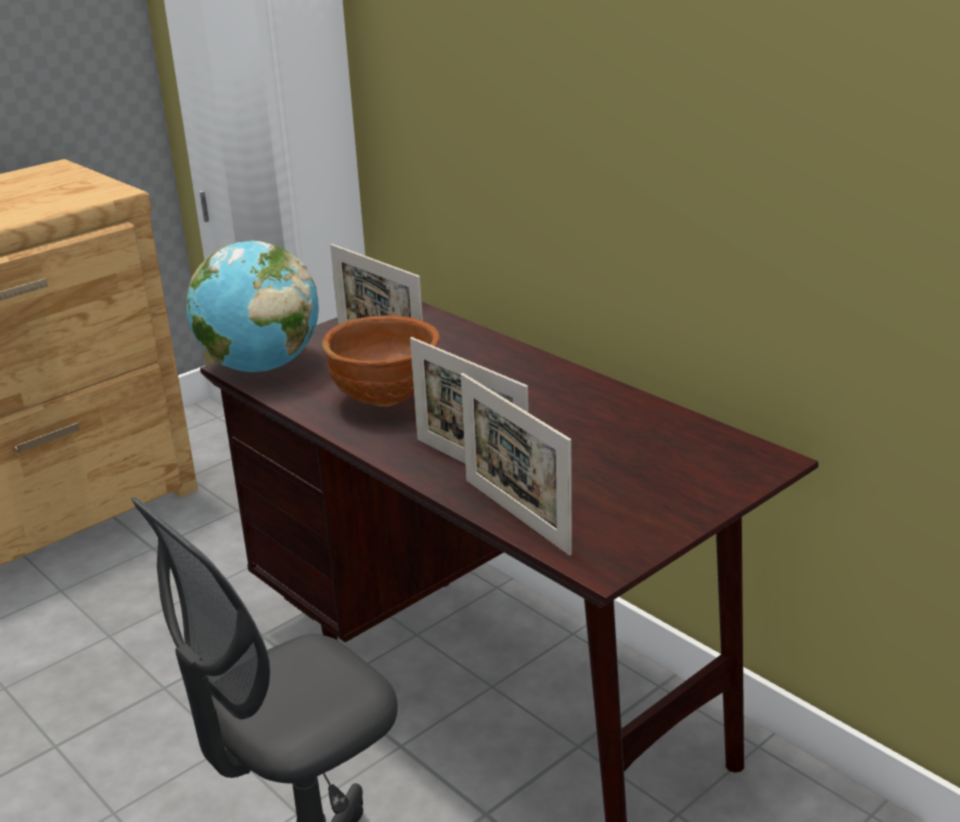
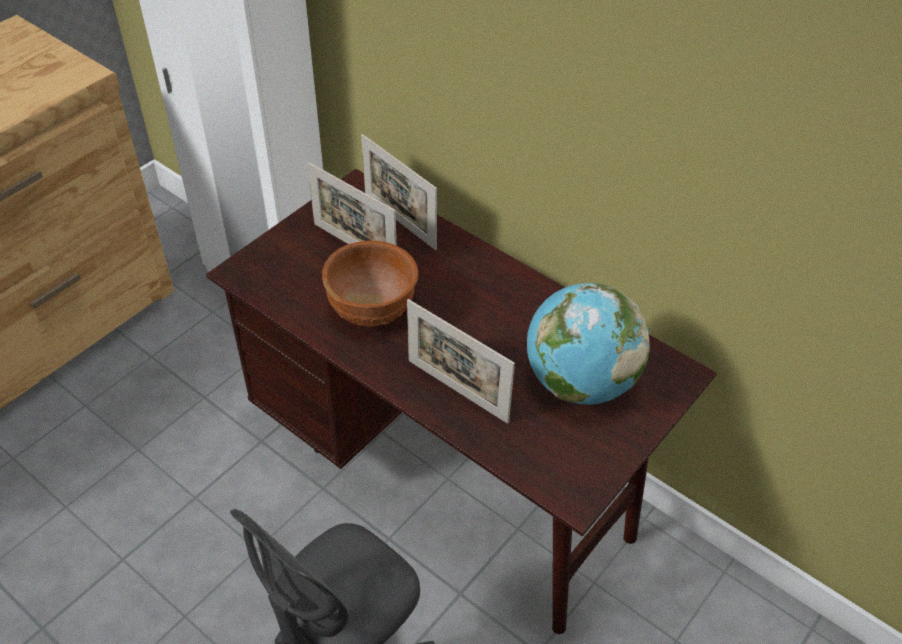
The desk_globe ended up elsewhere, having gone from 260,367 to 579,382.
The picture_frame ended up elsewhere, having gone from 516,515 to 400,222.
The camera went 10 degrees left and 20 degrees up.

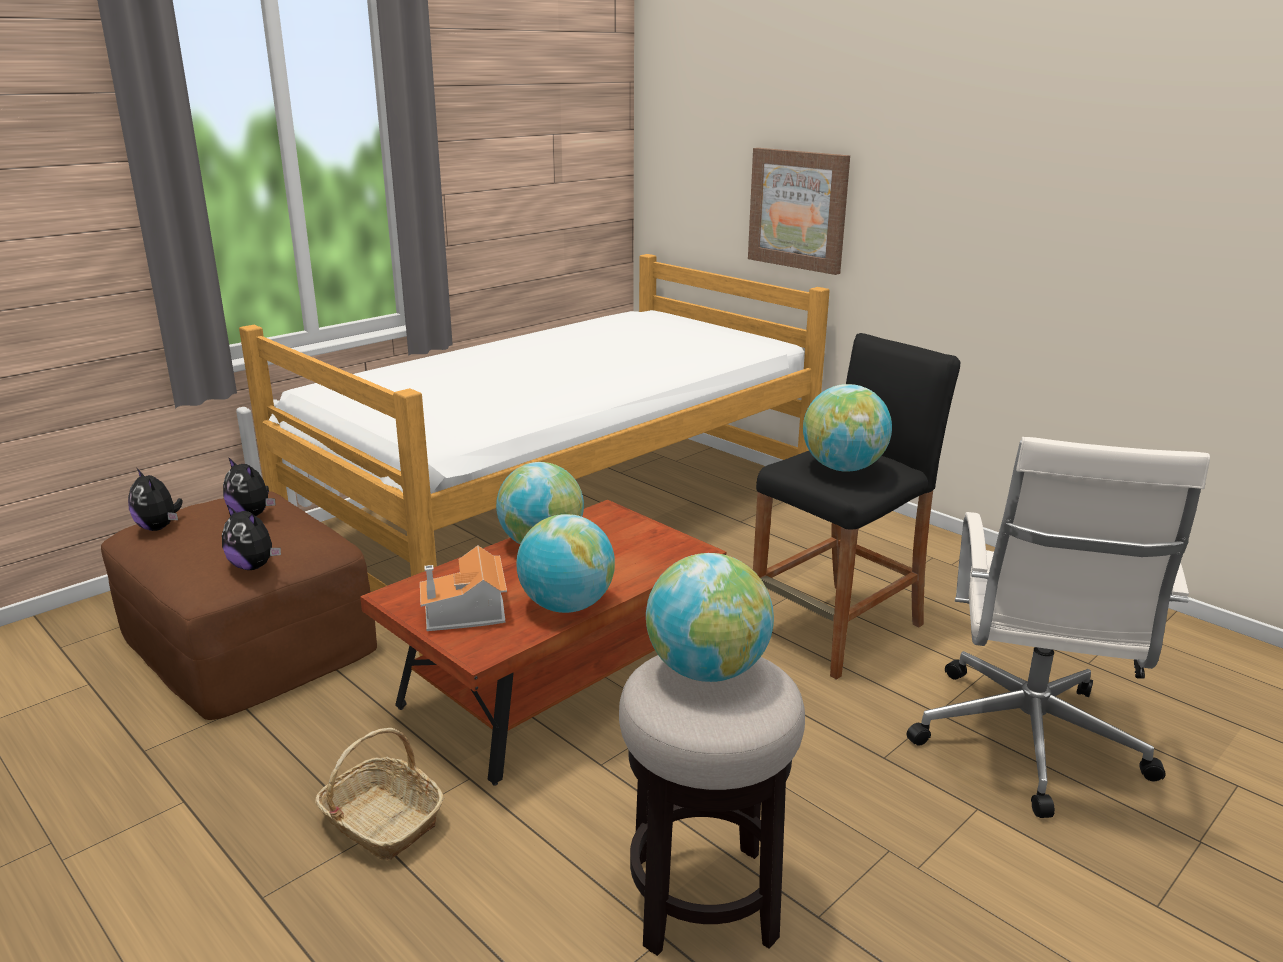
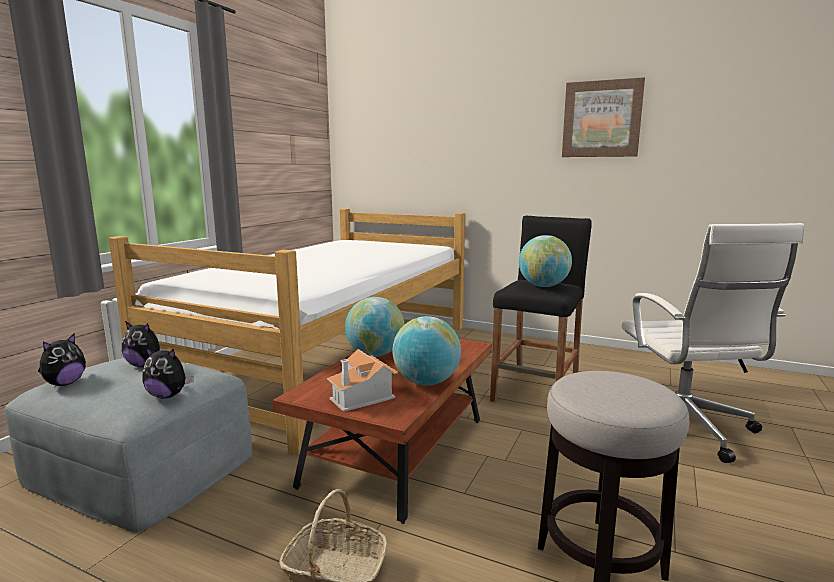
The picture ended up elsewhere, having gone from 798,209 to 601,119.
The soft_toy at 159,527 ended up facing another way, 90 degrees counterclockwise from before.
What was the brown-coloured_ottoman at 249,639 turned into the greyish_ottoman at 142,468.
The second view lost the desk_globe at 707,670.
The camera went 20 degrees left and 10 degrees down.

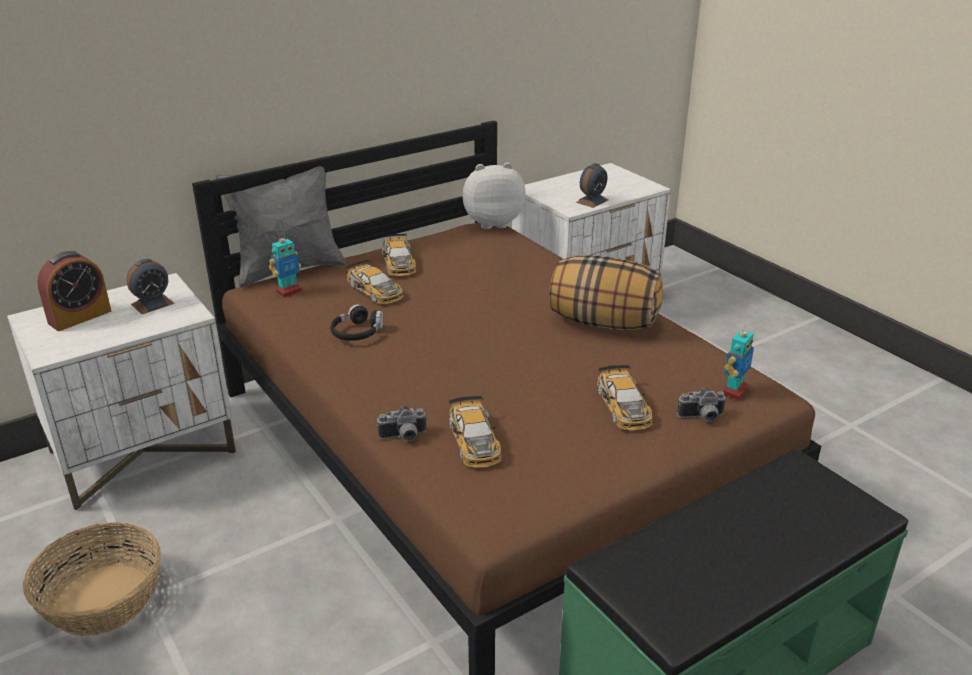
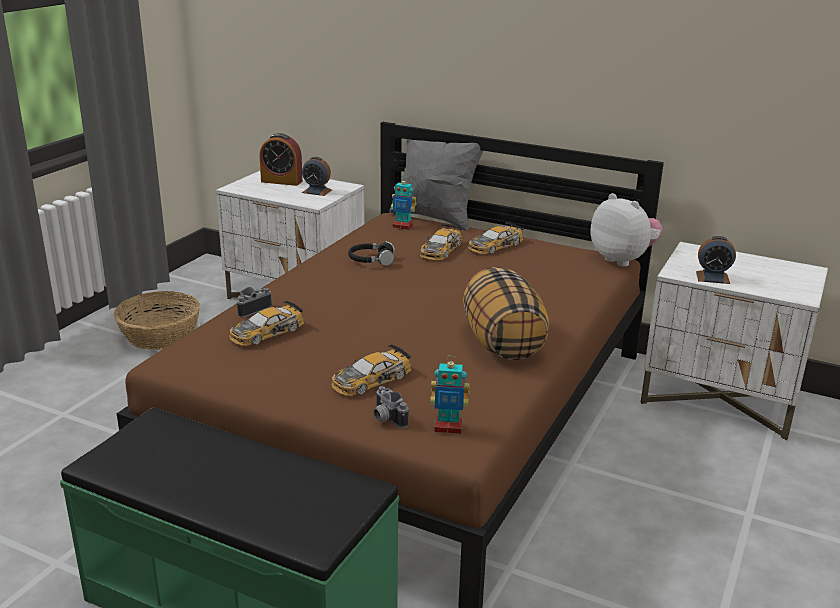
The photo_camera at 403,437 ended up facing another way, 90 degrees clockwise from before.
The camera went 60 degrees right and 5 degrees down.

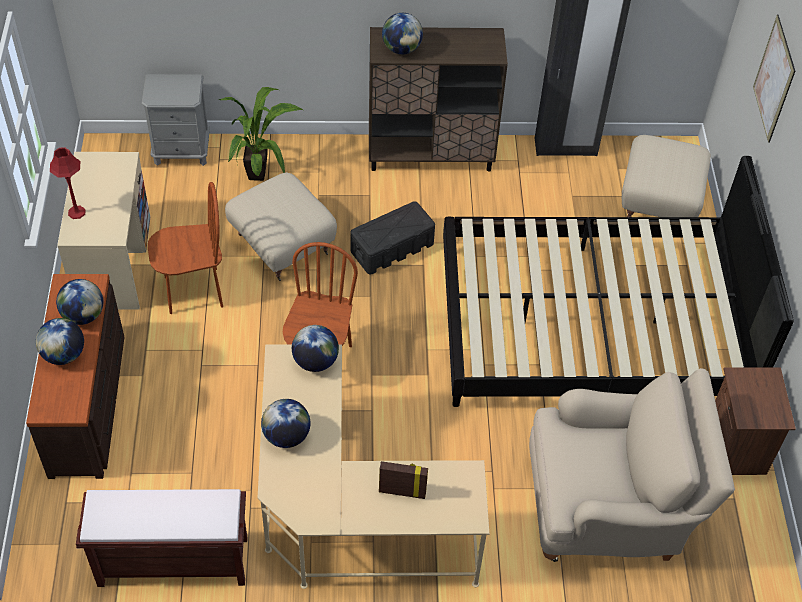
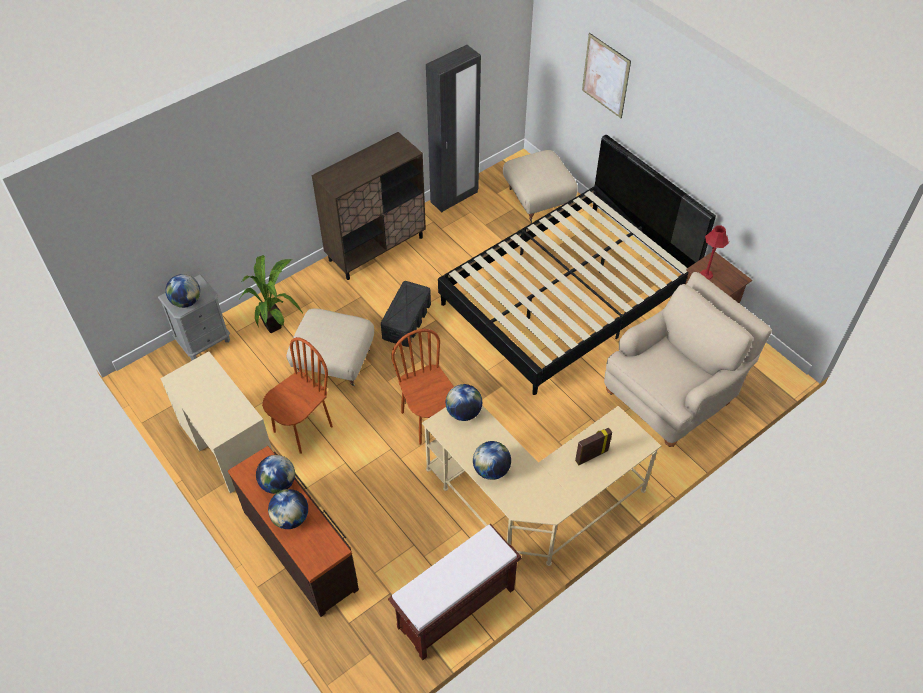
The desk_globe ended up elsewhere, having gone from 401,49 to 186,301.
The red-coloured_table_lamp ended up elsewhere, having gone from 76,212 to 706,274.
The camera went 35 degrees left and 0 degrees up.

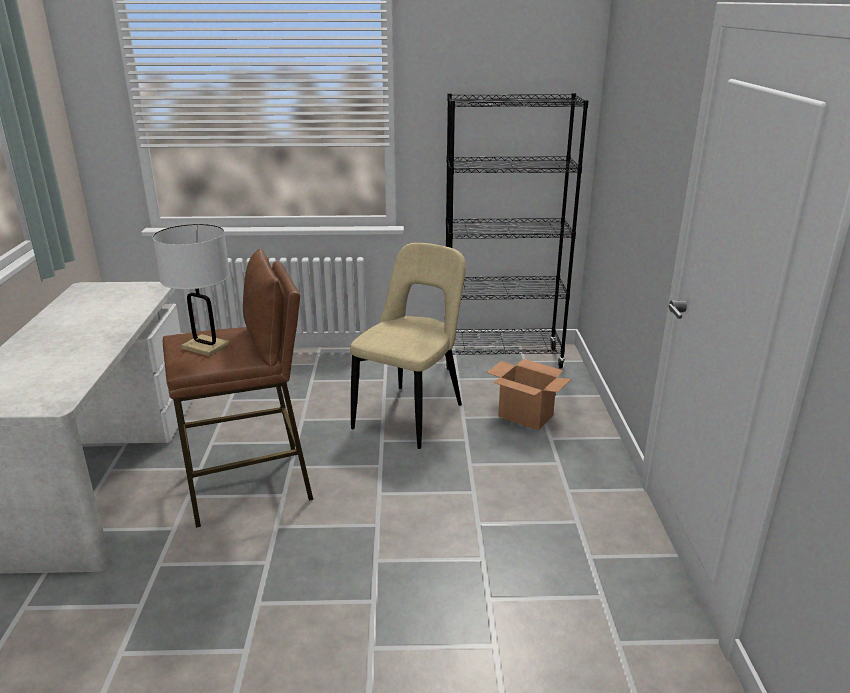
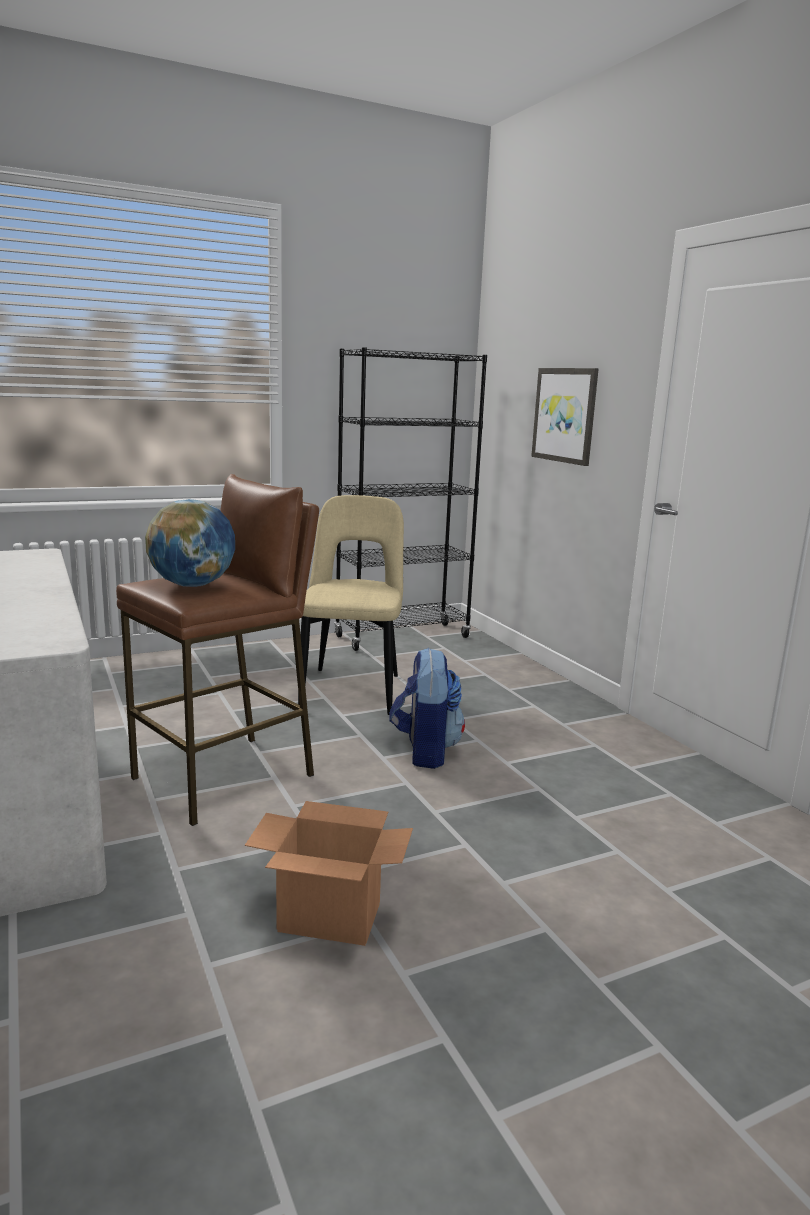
Where the whitish_table_lamp stood at 205,346, the desk_globe came to stand at 193,585.
The carton ended up elsewhere, having gone from 525,416 to 328,918.
The second view gained the picture at 565,415.
The second view gained the rucksack at 425,751.
The camera went 25 degrees left and 10 degrees down.

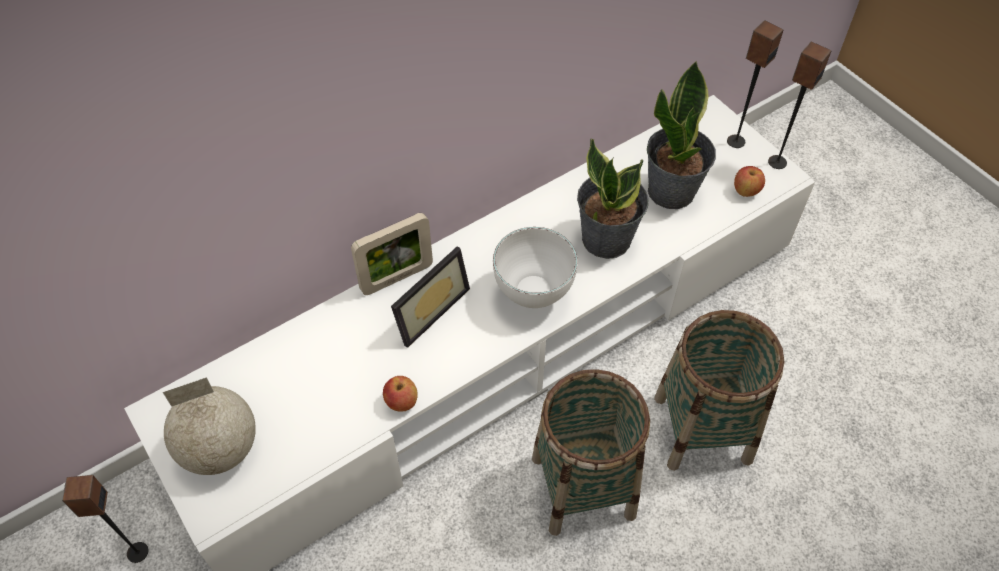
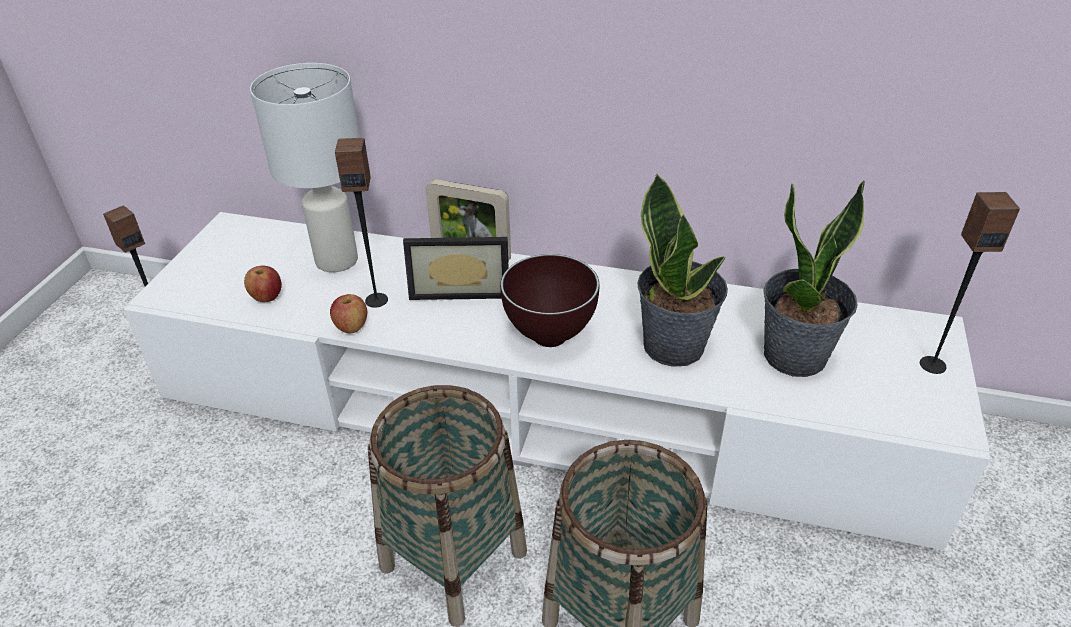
The audio_speaker ended up elsewhere, having gone from 777,162 to 376,300.
The whole_apple ended up elsewhere, having gone from 746,191 to 267,297.
What was the whitish_deep_dish at 532,296 turned into the brown-coloured_deep_dish at 547,337.
The second view lost the desk_globe at 222,449.
The second view gained the whitish_table_lamp at 336,259.
The camera went 50 degrees right and 15 degrees down.

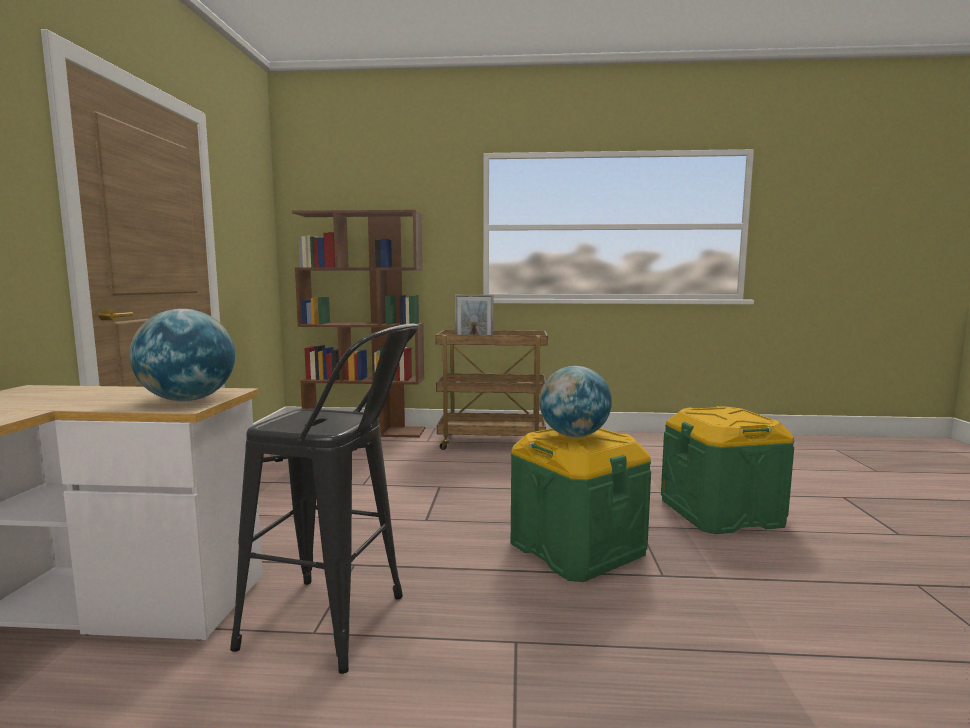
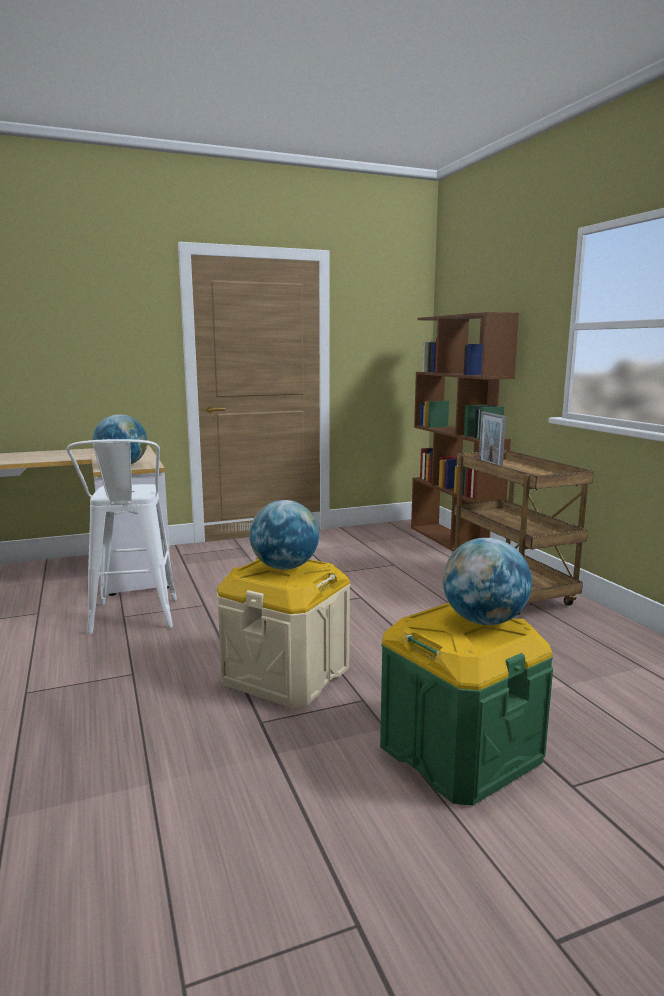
What was the black-coloured_sitting_stool at 339,625 turned into the whitish_sitting_stool at 132,620.
What was the greenish_storage_bin at 576,548 turned into the sand-coloured_storage_bin at 286,674.
The second view gained the desk_globe at 483,621.
The camera went 65 degrees right and 5 degrees up.

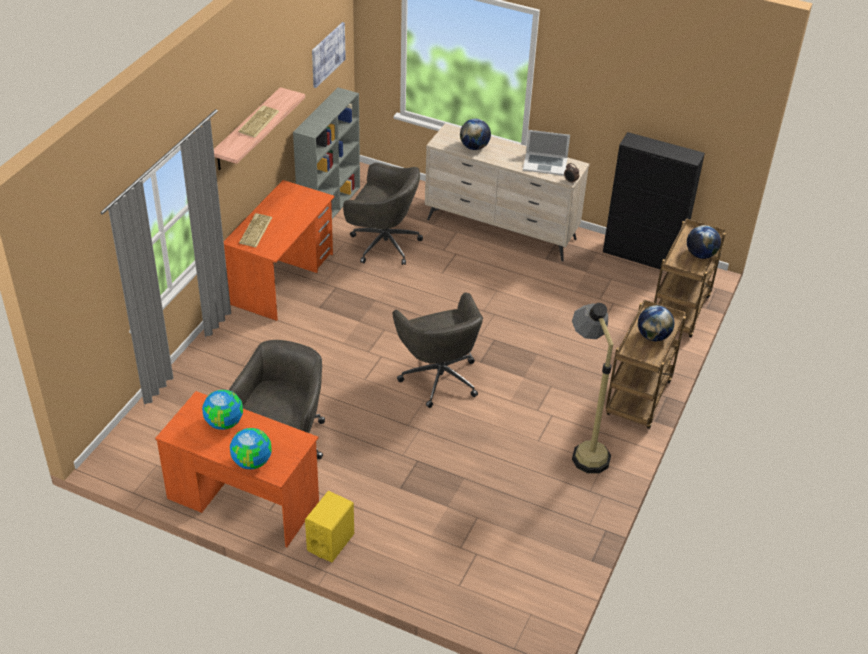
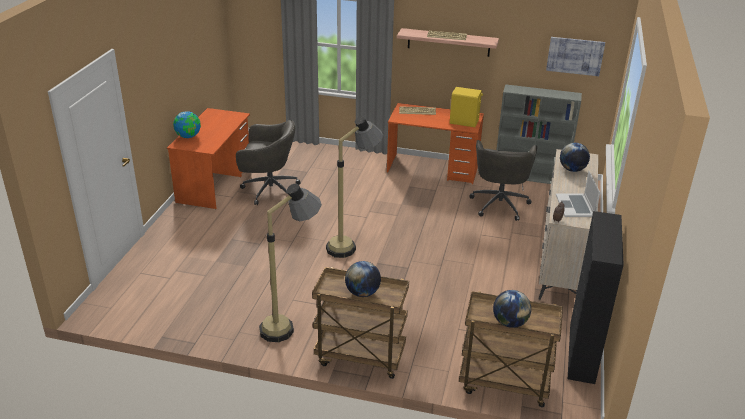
Where the greyish_desk_chair stood at 439,377, the floor_lamp came to stand at 352,245.
The second view lost the desk_globe at 224,422.
The yellowish_audio_speaker ended up elsewhere, having gone from 330,542 to 464,122.
The camera went 80 degrees right and 10 degrees down.

